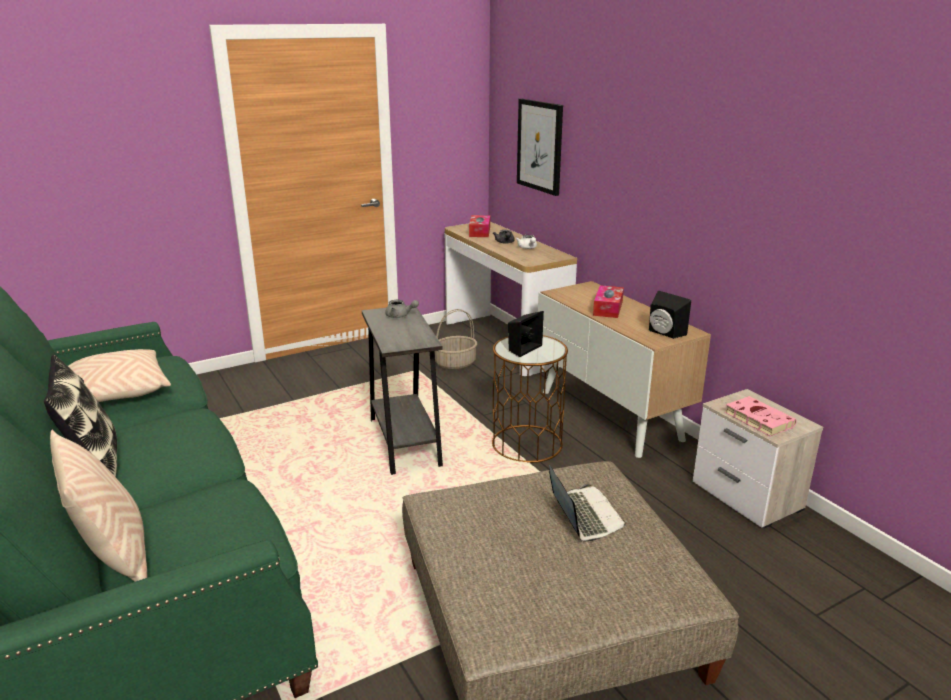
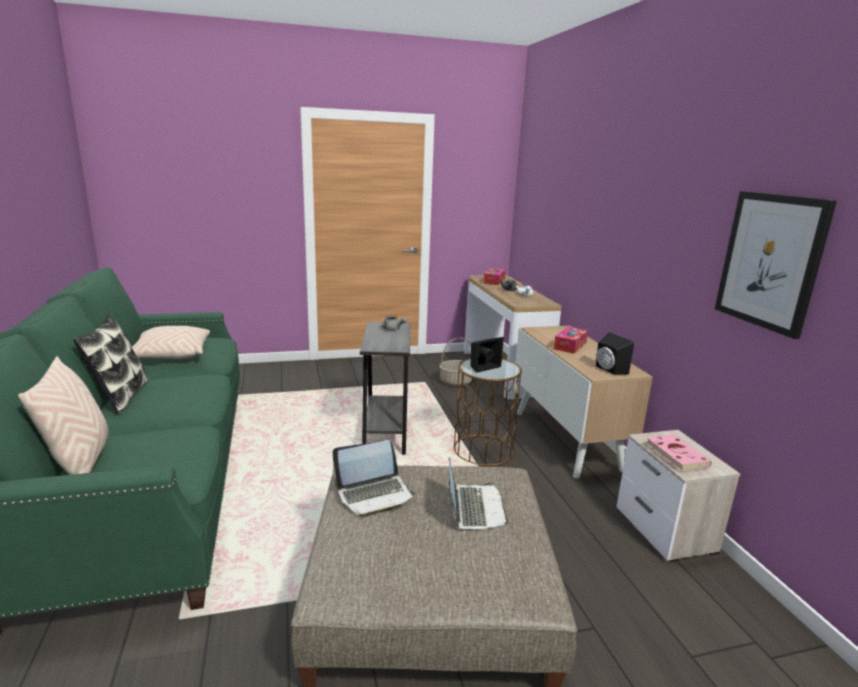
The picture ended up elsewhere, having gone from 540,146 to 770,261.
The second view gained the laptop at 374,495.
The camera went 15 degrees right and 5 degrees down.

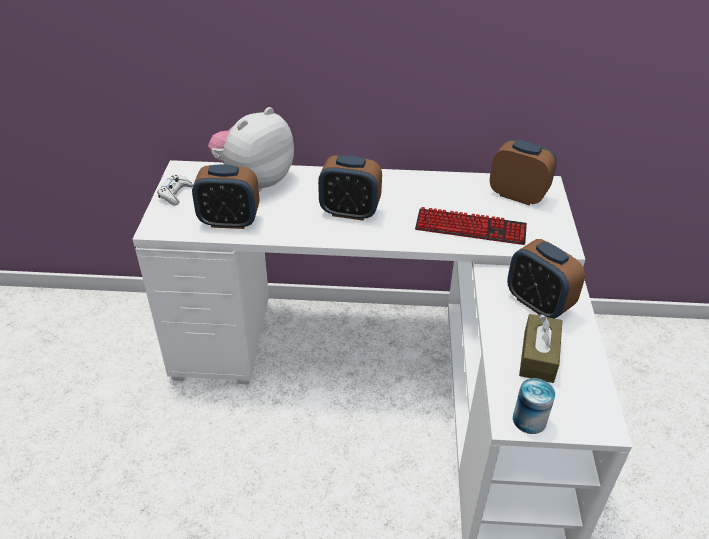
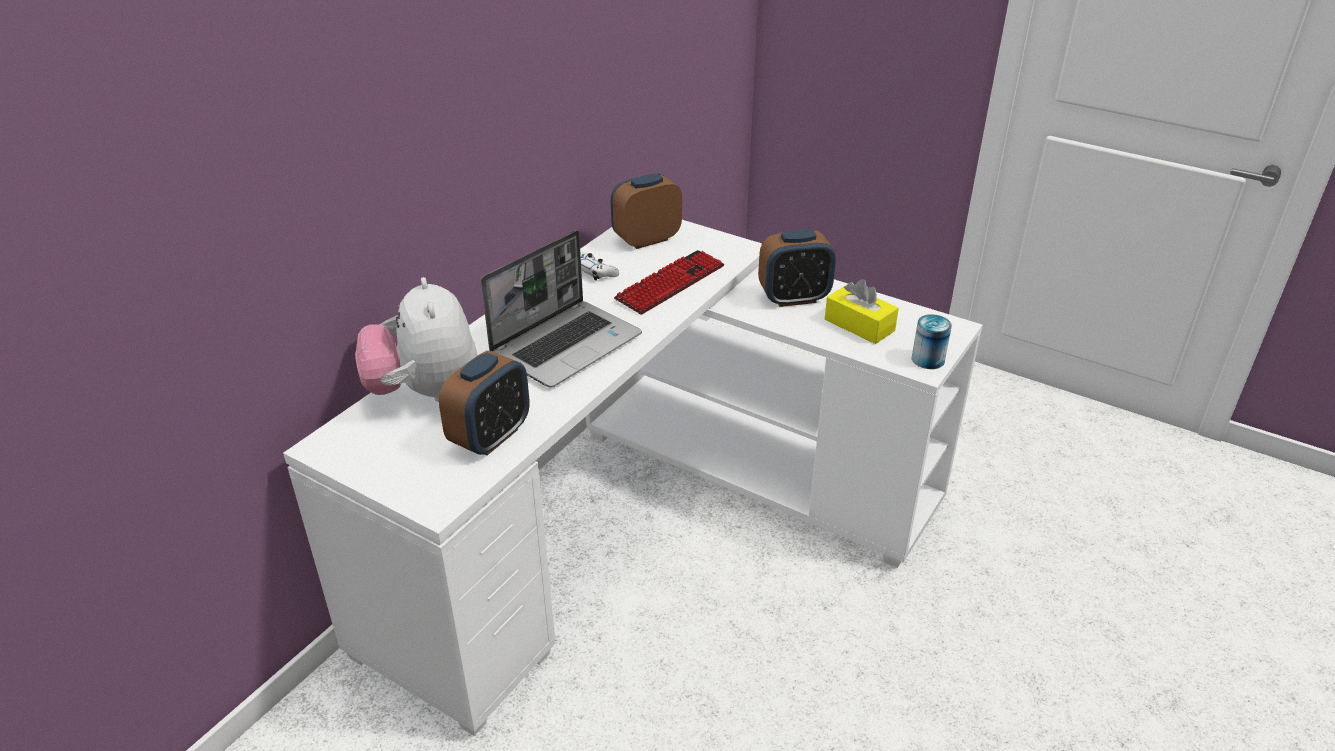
Where the bedside_clock stood at 350,212, the laptop came to stand at 567,344.
The whitish_gamepad ended up elsewhere, having gone from 175,194 to 595,272.
What was the brown-coloured_tissue_holder at 538,356 turned into the yellowish_tissue_holder at 859,325.
The camera went 60 degrees left and 5 degrees down.

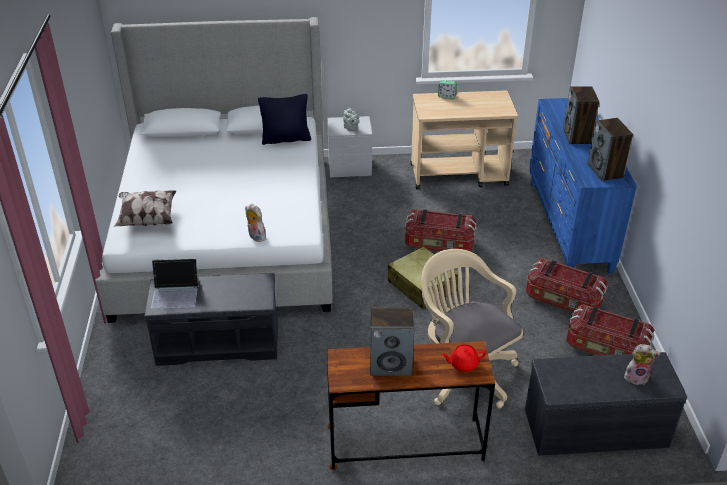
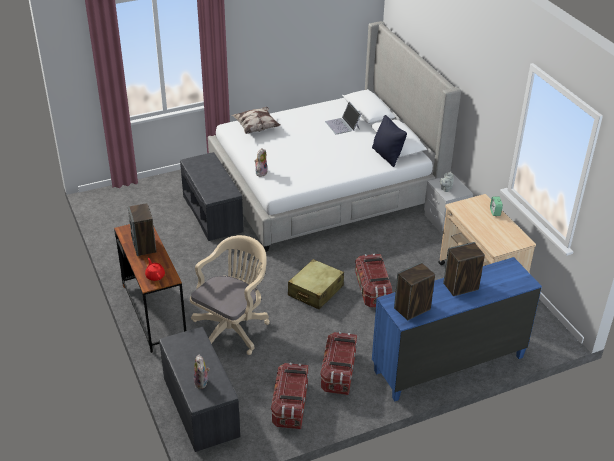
The laptop ended up elsewhere, having gone from 176,293 to 343,125.
The camera went 70 degrees right and 0 degrees up.

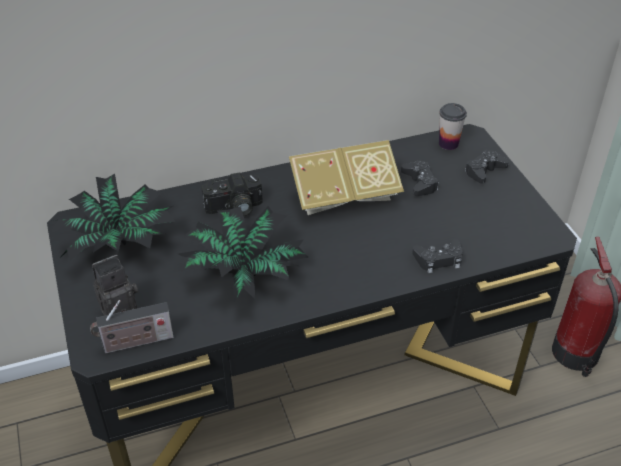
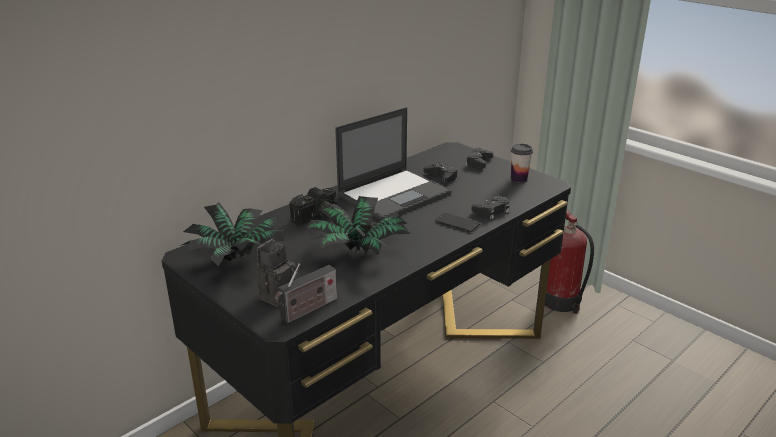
The cup ended up elsewhere, having gone from 448,144 to 519,179.
Where the volume stood at 344,196, the laptop came to stand at 395,194.
The second view gained the phone at 457,223.
The camera went 25 degrees left and 15 degrees down.

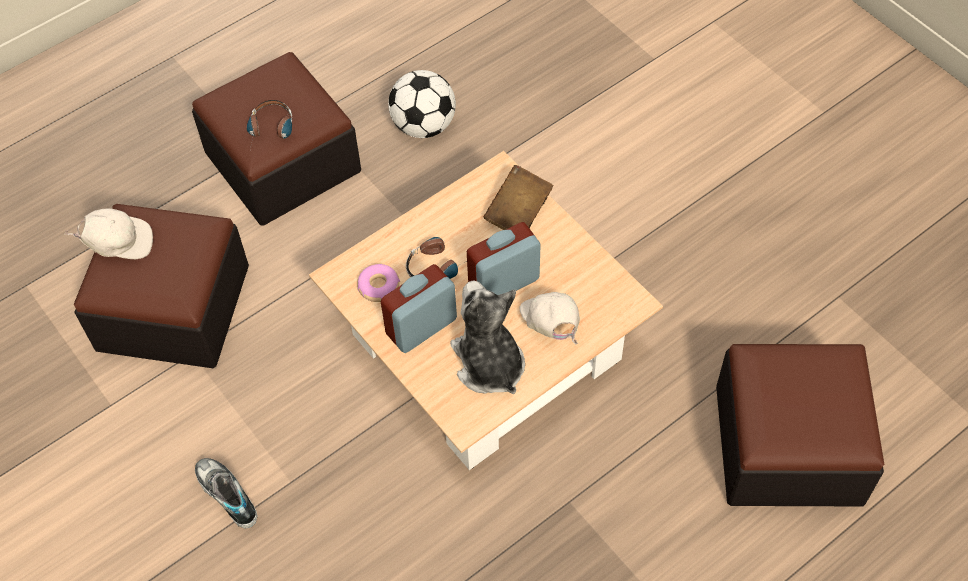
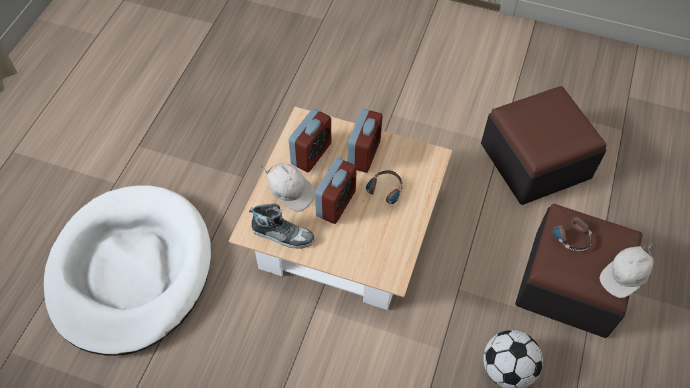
The second view lost the brown-coloured_volume at 518,212.
The whitish_cap ended up elsewhere, having gone from 119,244 to 624,276.
The second view lost the ring_doughnut at 378,286.
Where the soft_toy stood at 488,363, the bedside_clock came to stand at 311,154.
Where the ottoman stood at 788,444, the whitish_dog_cushion came to stand at 131,271.
The item_of_footwear ended up elsewhere, having gone from 227,495 to 282,234.
The camera went 145 degrees right and 0 degrees up.

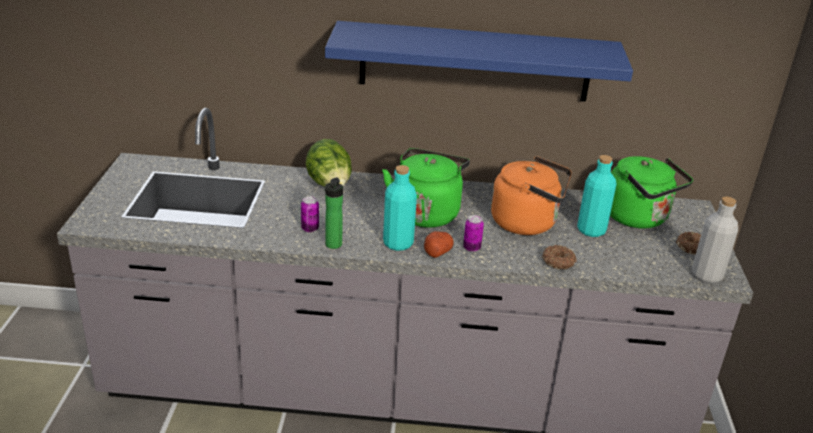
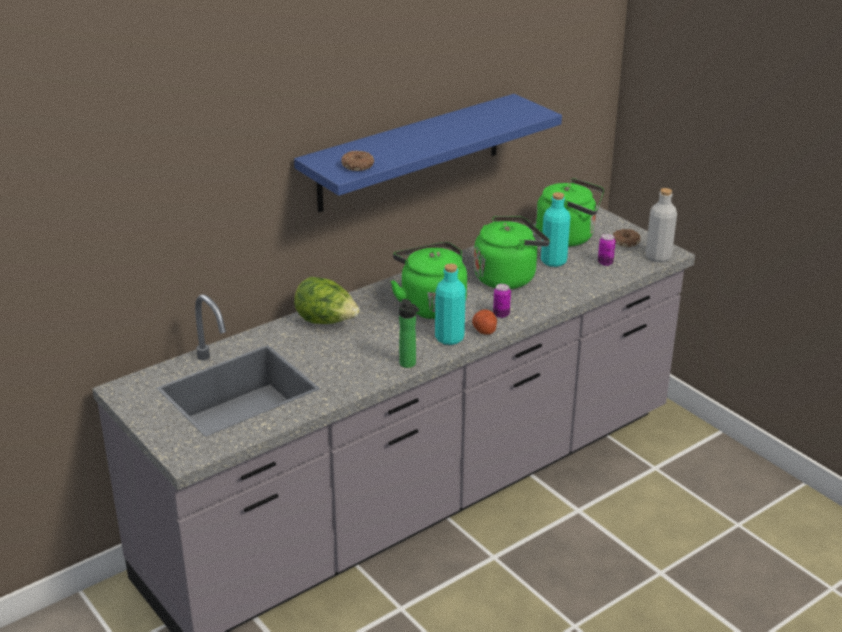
What was the orange-coloured_tea_kettle at 528,223 turned into the greenish_tea_kettle at 508,277.
The can ended up elsewhere, having gone from 310,228 to 605,263.
The ring_doughnut ended up elsewhere, having gone from 558,262 to 358,166.
The camera went 40 degrees left and 0 degrees up.

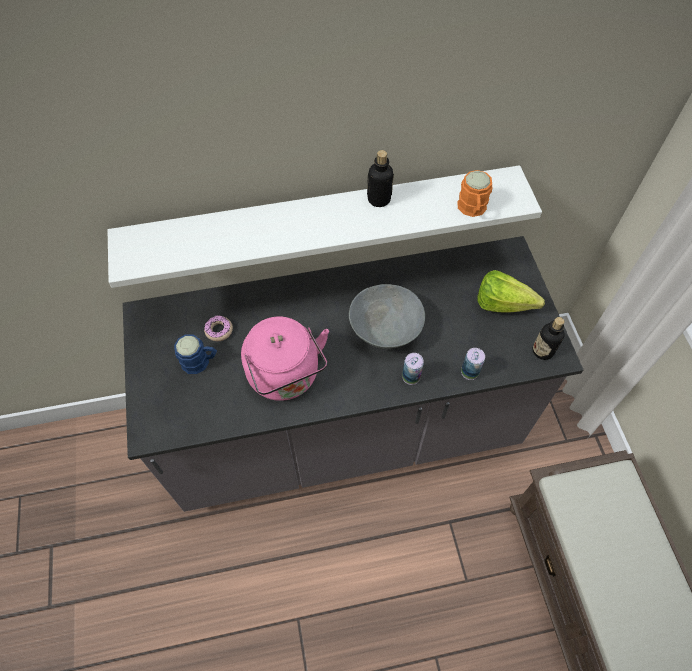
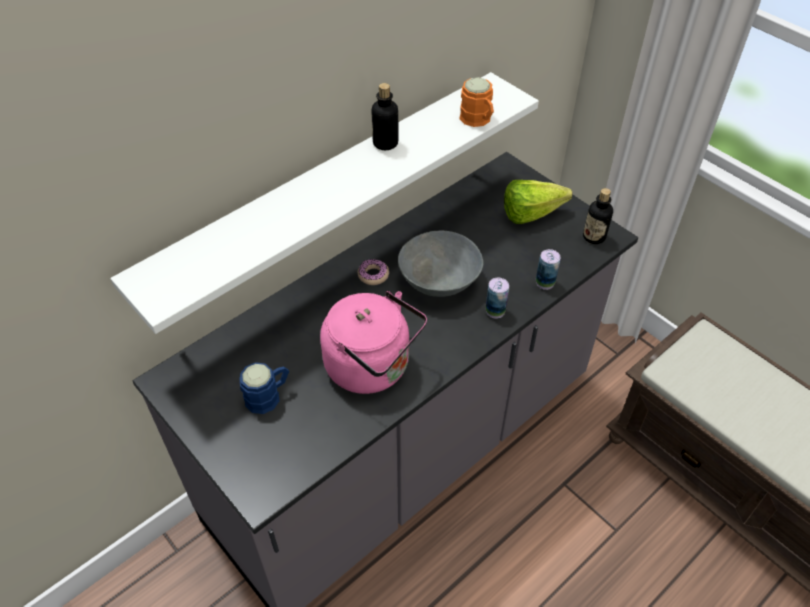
The ring_doughnut ended up elsewhere, having gone from 219,330 to 373,275.
The camera went 30 degrees left and 10 degrees down.

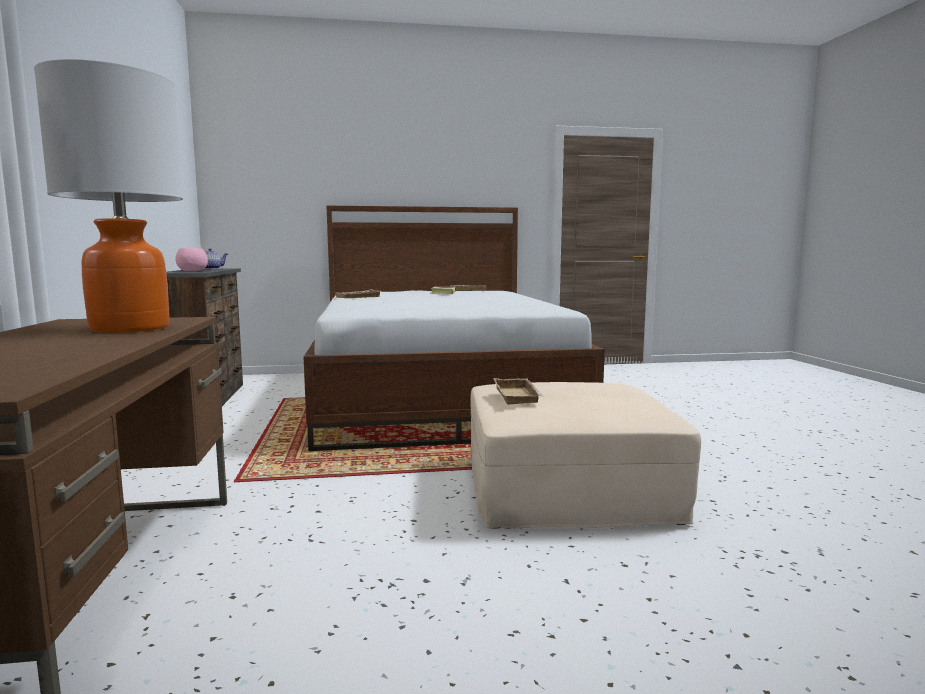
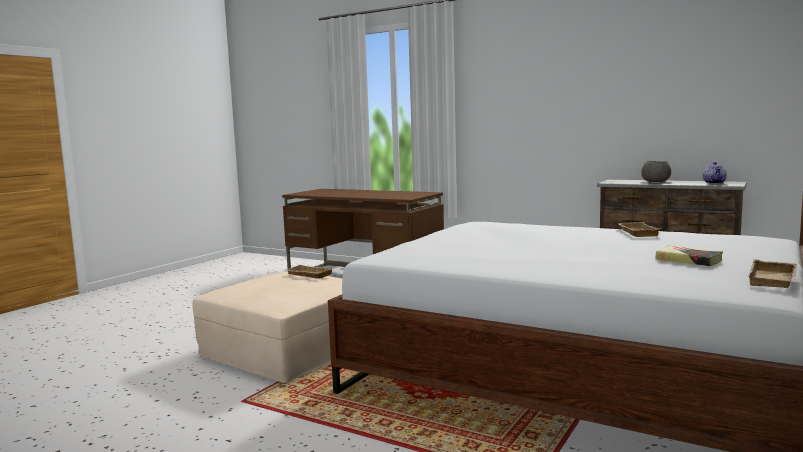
The second view lost the table_lamp at 129,328.
What was the pink-coloured_deep_dish at 192,270 turned into the greyish_deep_dish at 655,181.
The camera went 130 degrees right and 0 degrees up.

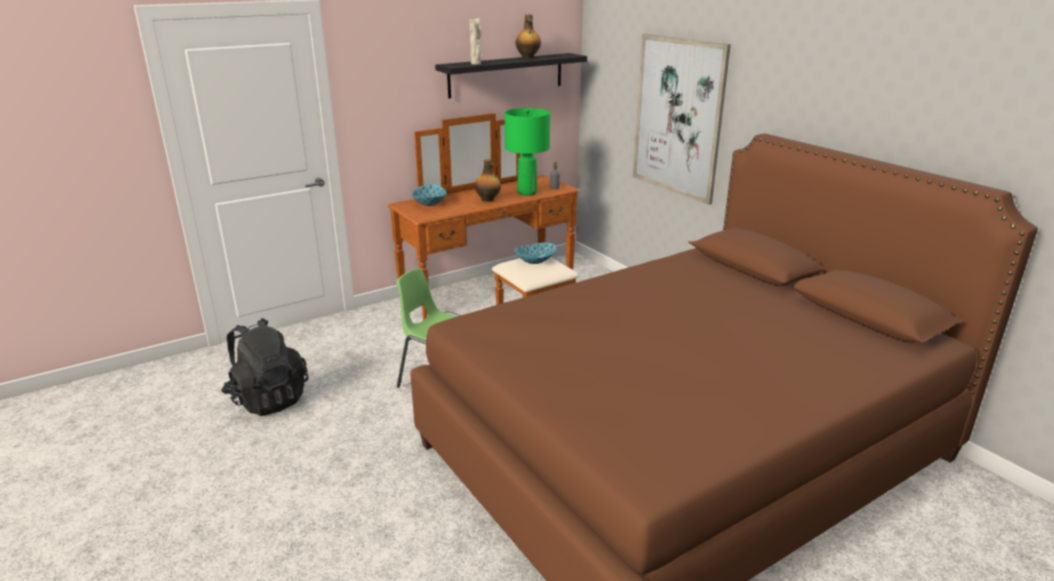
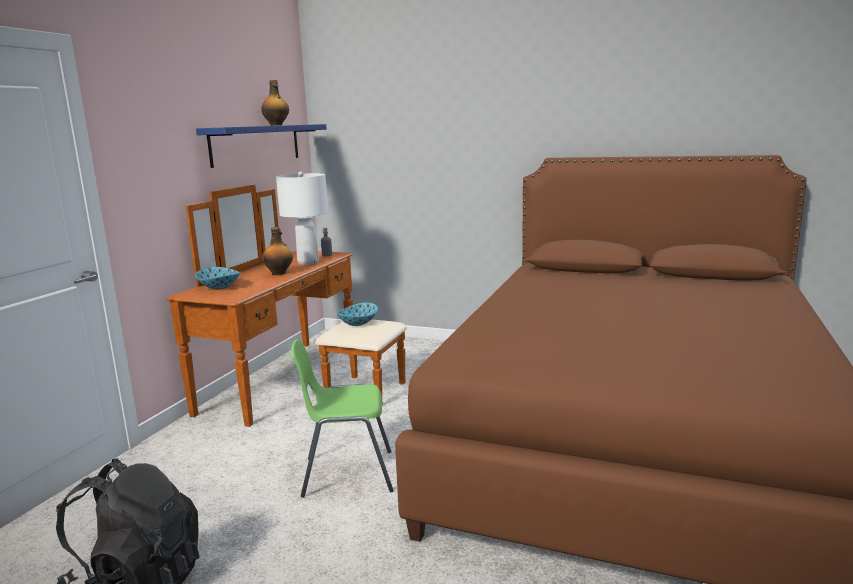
The second view lost the sand-coloured_decorative_vase at 476,64.
The second view lost the picture at 678,117.
What was the black-coloured_shelf at 506,75 turned into the bluish_shelf at 256,144.
What was the greenish_table_lamp at 526,192 turned into the whitish_table_lamp at 307,262.
The camera went 35 degrees left and 10 degrees down.

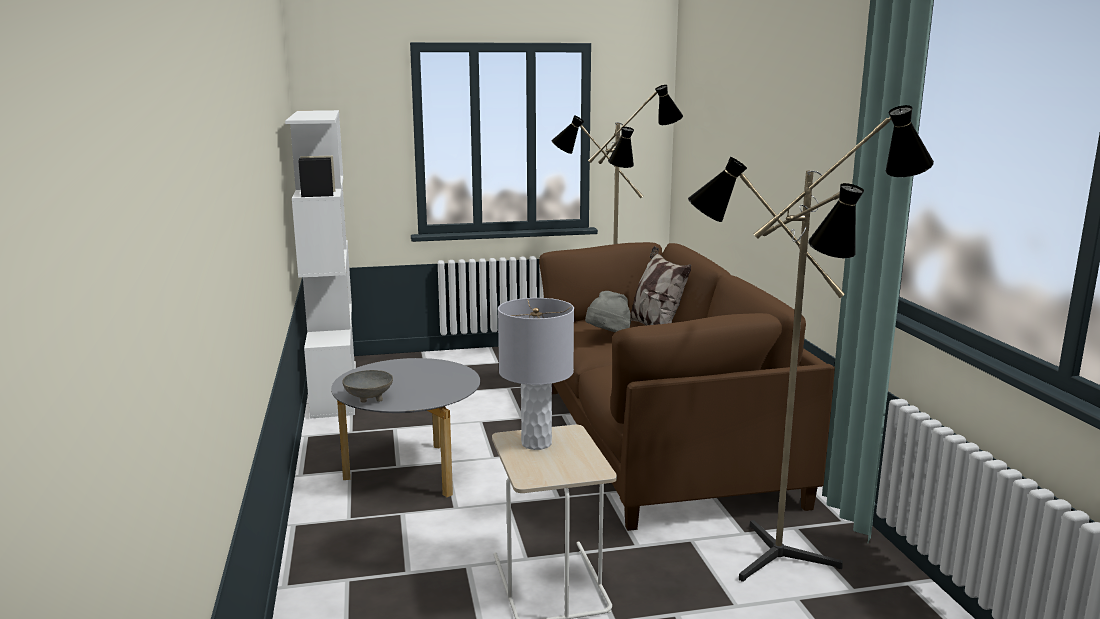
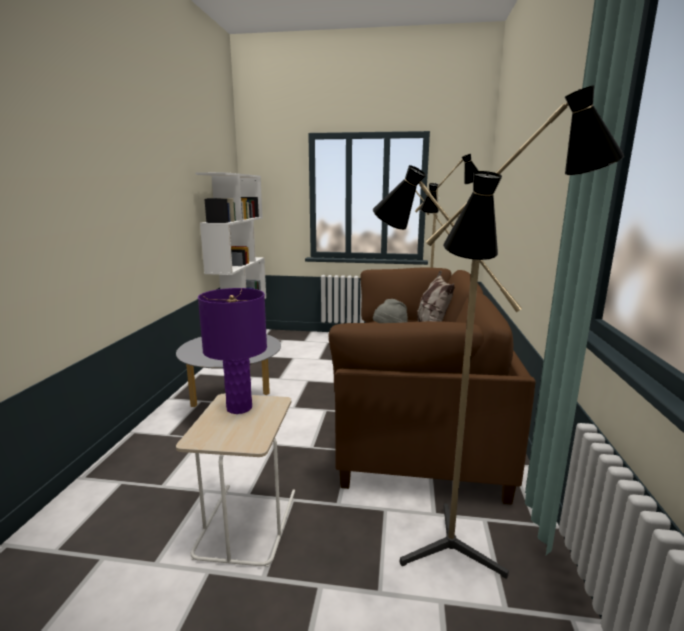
What was the greyish_table_lamp at 536,443 turned into the purplish_table_lamp at 239,408.
The second view lost the greyish_deep_dish at 368,398.
The camera went 20 degrees right and 0 degrees up.

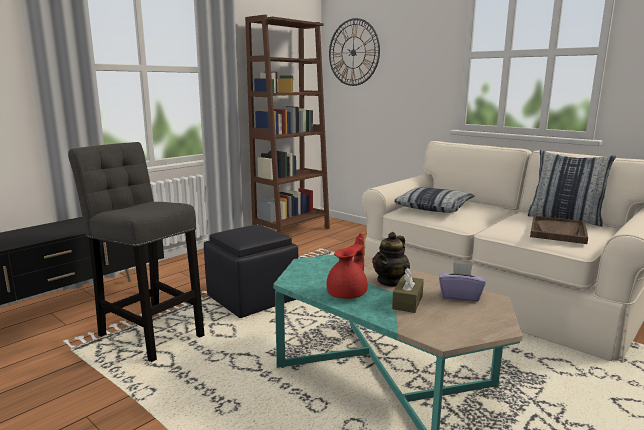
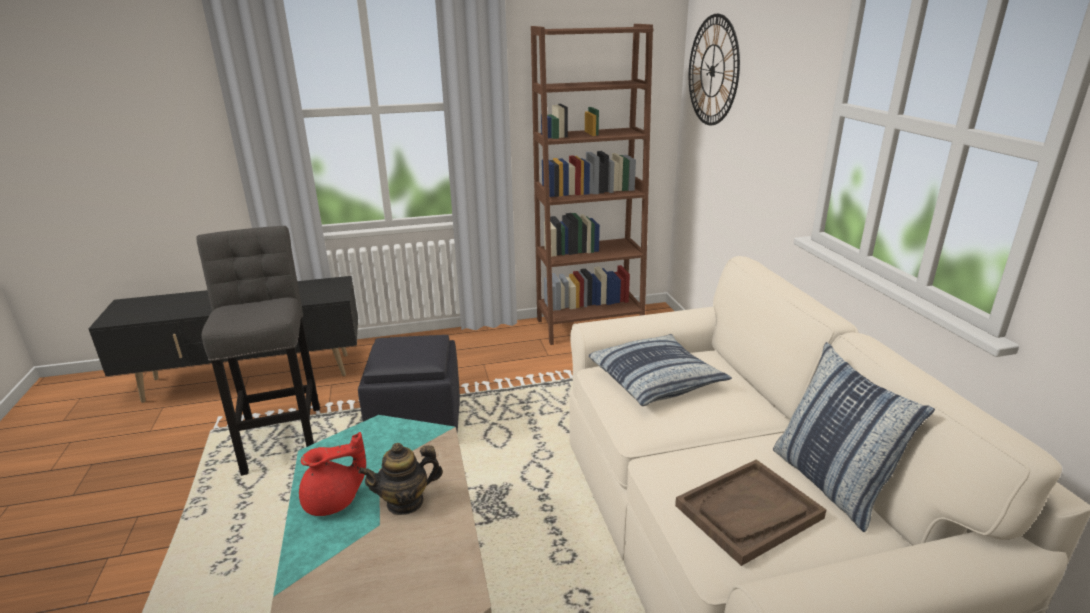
The second view lost the purplish_tissue_holder at 459,296.
The second view lost the brown-coloured_tissue_holder at 407,302.
The camera went 35 degrees right and 10 degrees up.

